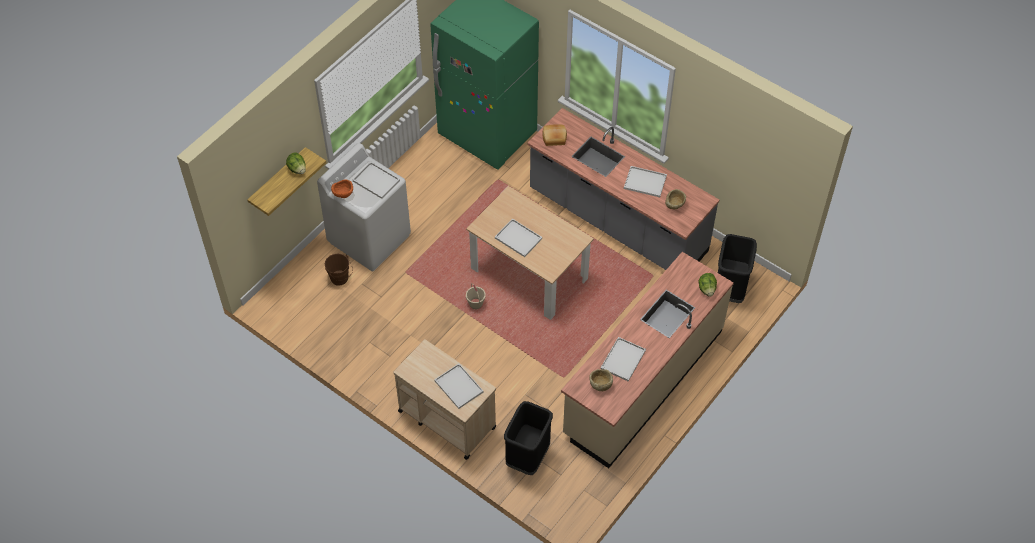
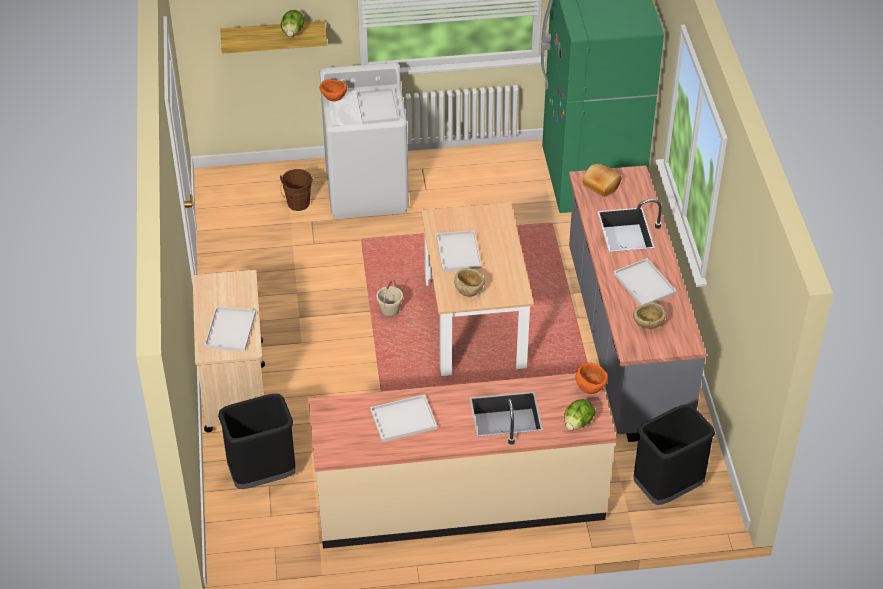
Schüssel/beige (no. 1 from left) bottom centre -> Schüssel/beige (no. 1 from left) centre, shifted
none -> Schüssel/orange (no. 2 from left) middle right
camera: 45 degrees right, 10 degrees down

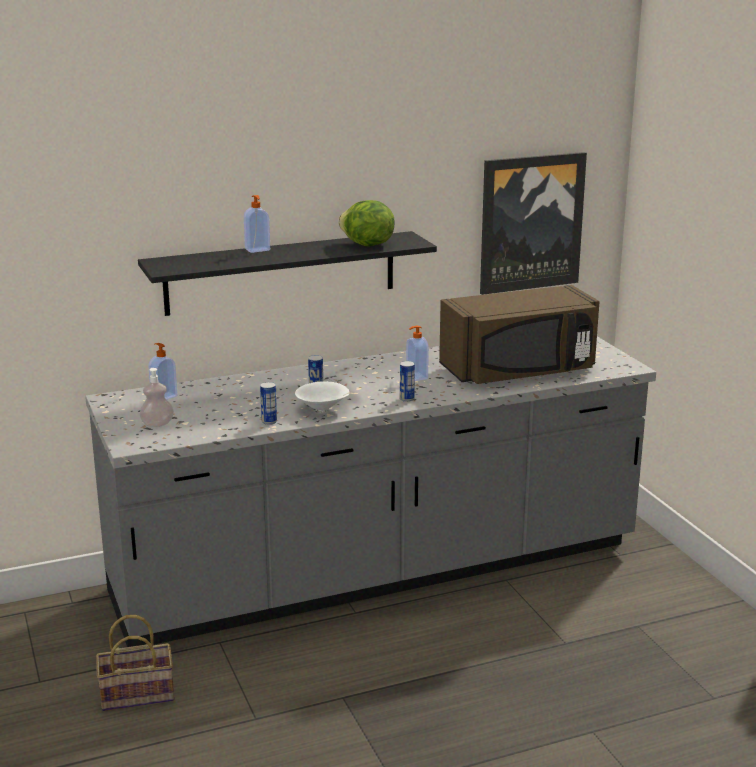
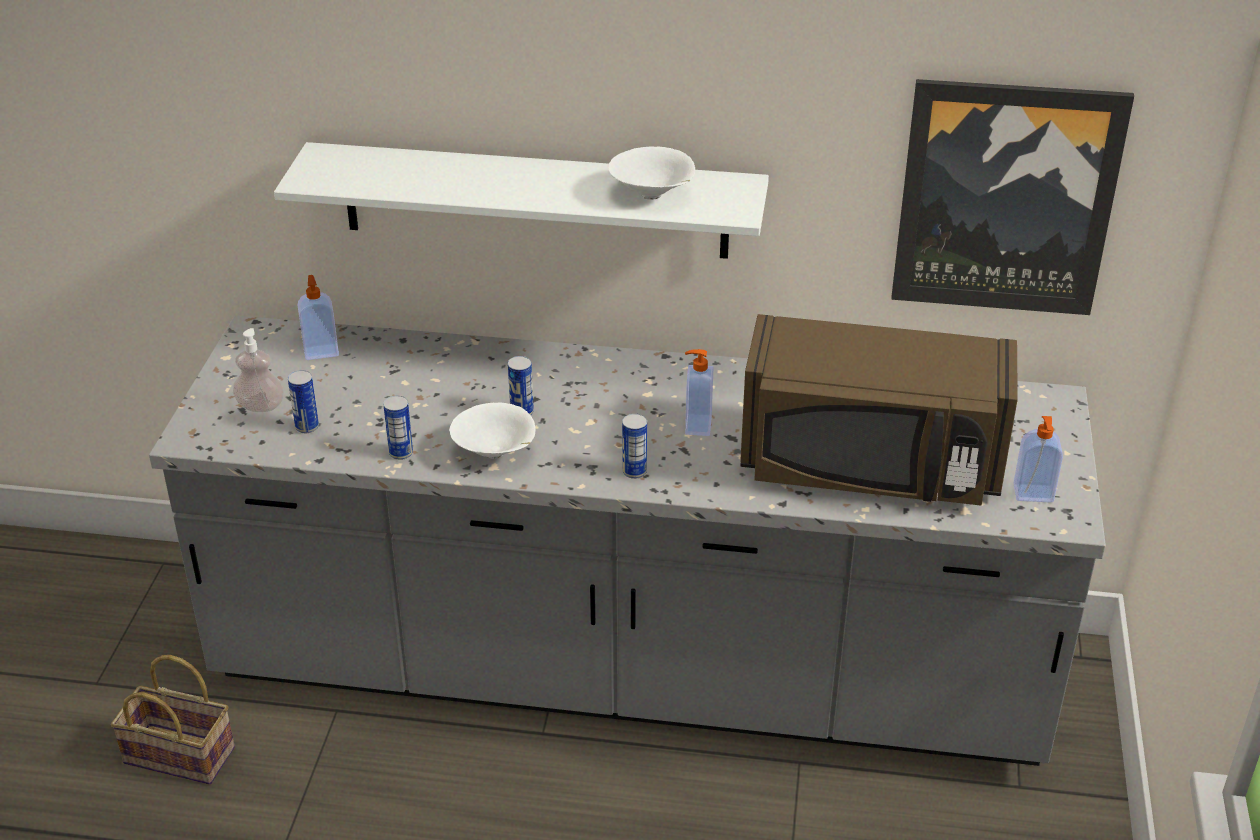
Seifenspender (no. 3 from left in the first image) top centre -> Seifenspender (no. 4 from left) middle right, shifted
Salatkopf top centre -> Schüssel/weiß (no. 2 from left) top centre
Wandregal/schwarz centre -> Wandregal/weiß top centre
none -> Dose (no. 1 from left) middle left
camera: 30 degrees right, 15 degrees up

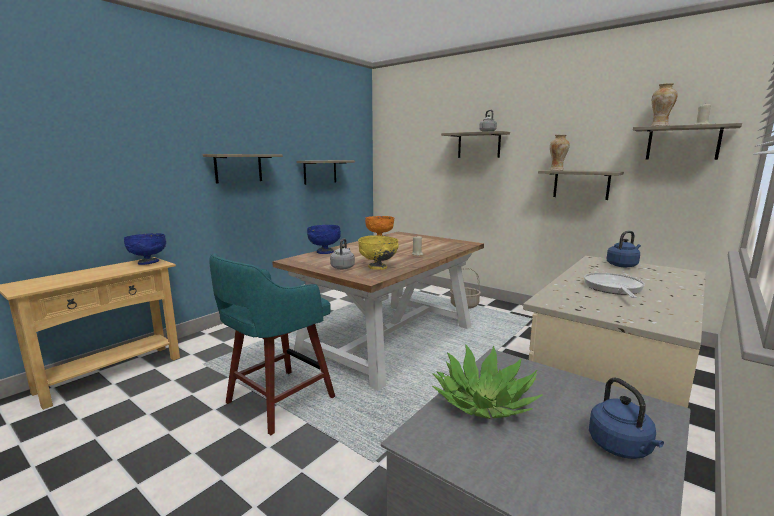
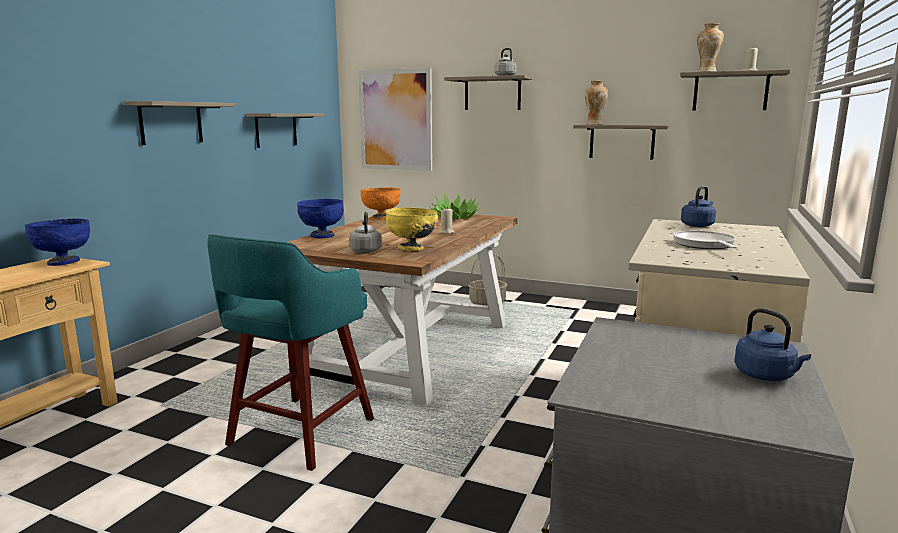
Topfpflanze bottom centre -> Topfpflanze centre, shifted
none -> Bild top centre
camera: 15 degrees left, 0 degrees up

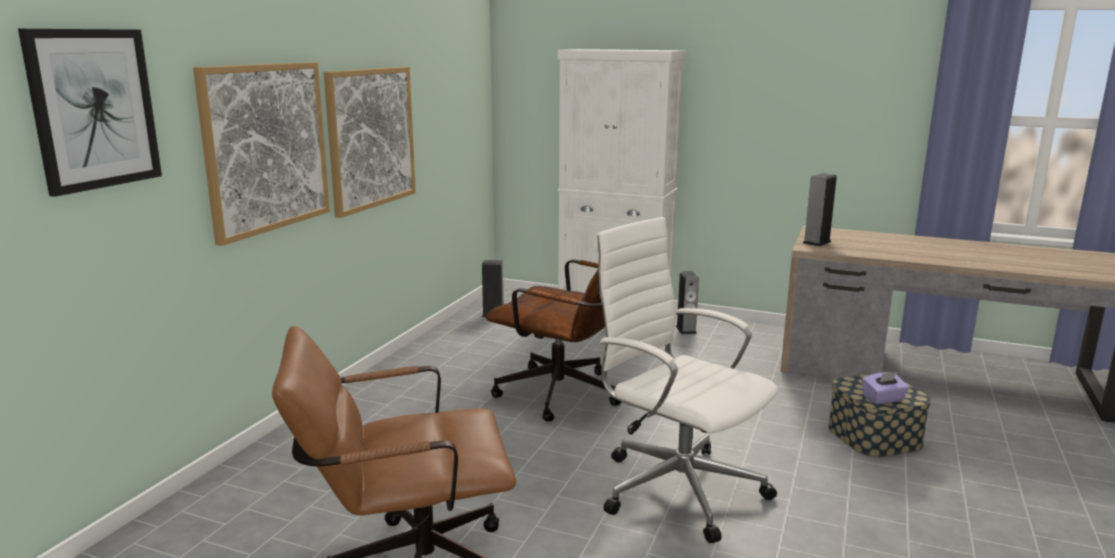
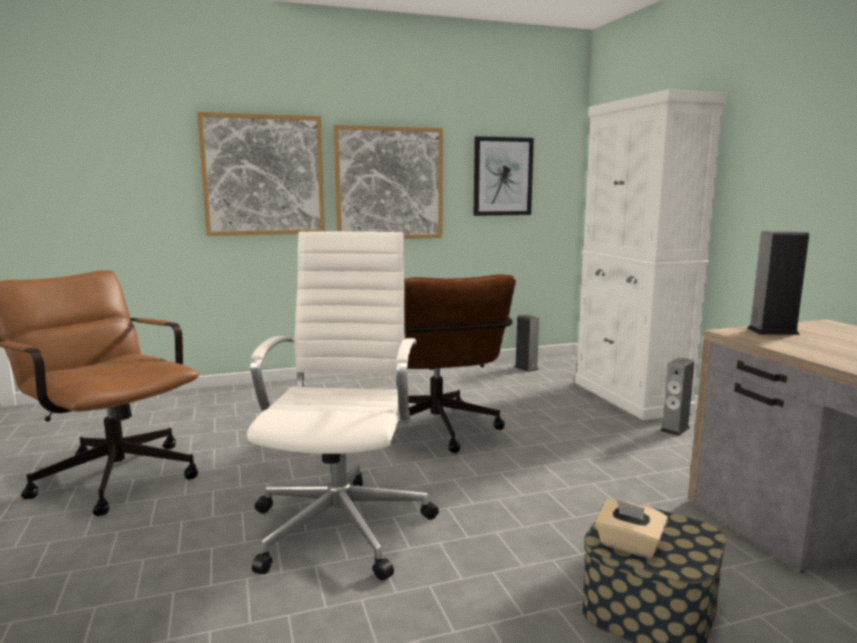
Bild (no. 1 from left in the first image) top left -> Bild (no. 3 from left) top centre, shifted
Taschentuchbox/lila bottom right -> Taschentuchbox/beige bottom right
camera: 50 degrees right, 5 degrees down

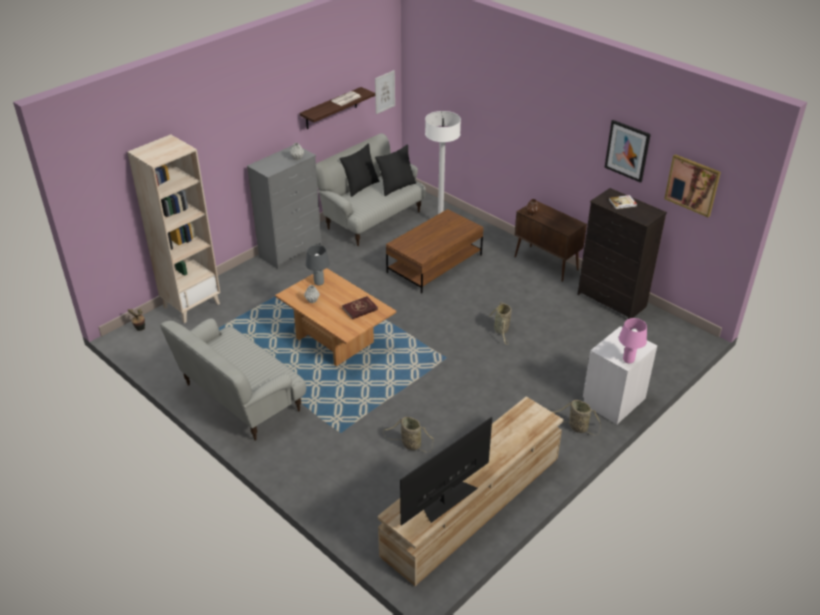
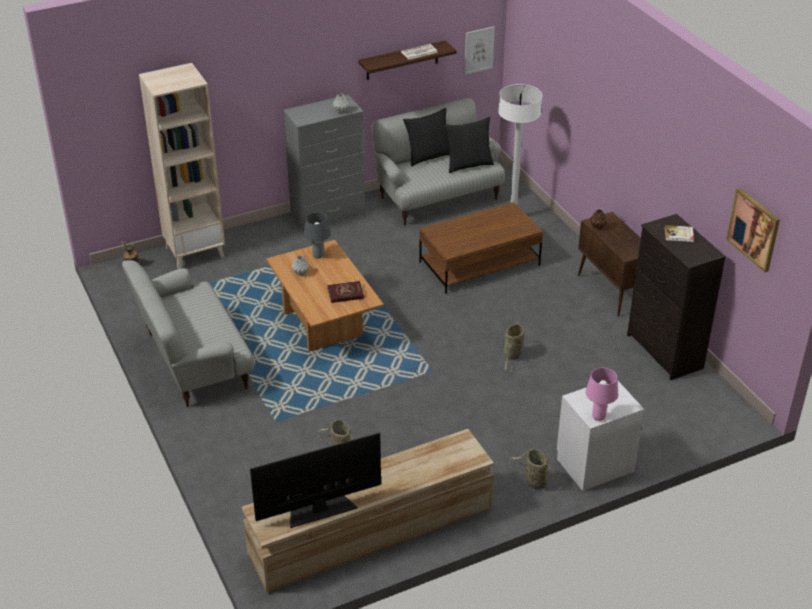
Bild (no. 2 from left) top right -> none
camera: 20 degrees right, 0 degrees up

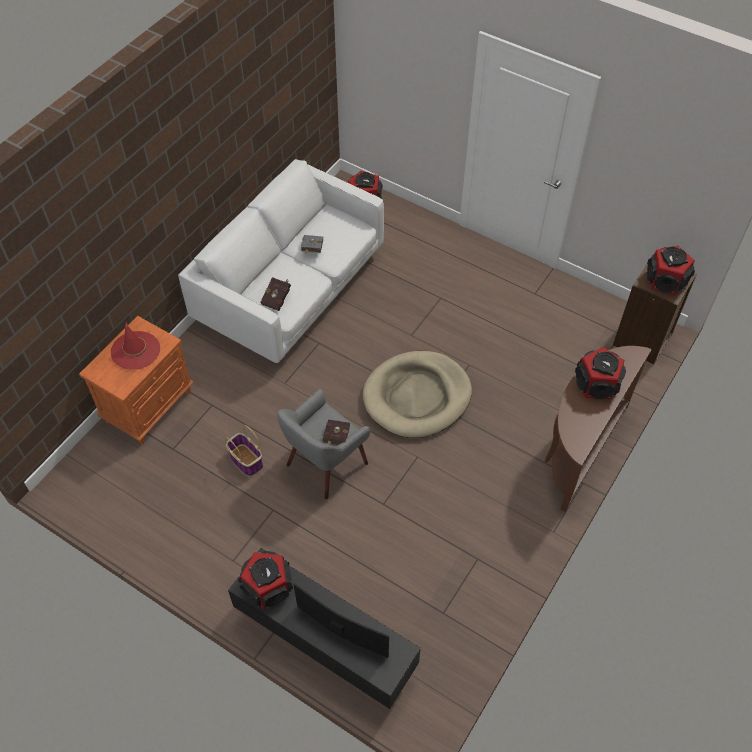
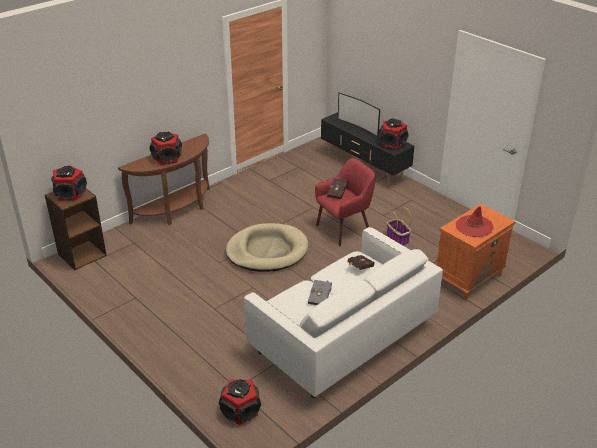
Sessel/grau centre -> Sessel/rot centre
camera: 165 degrees left, 20 degrees down

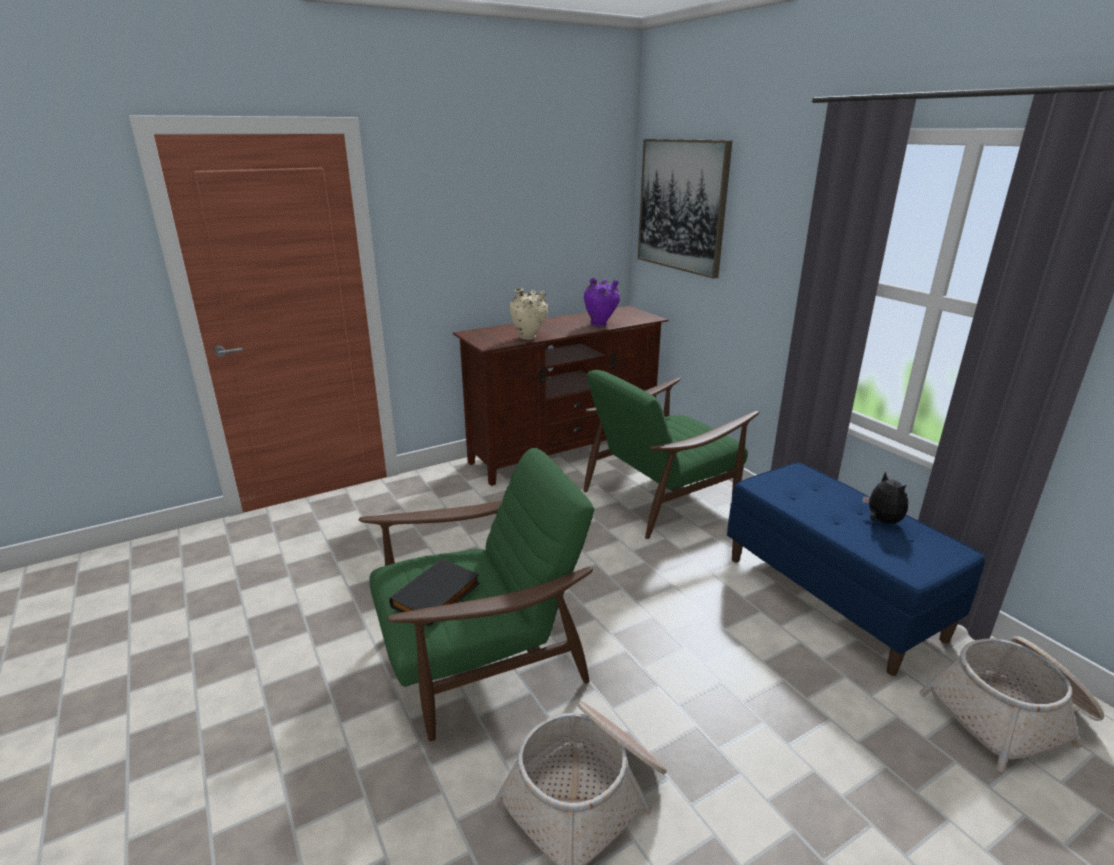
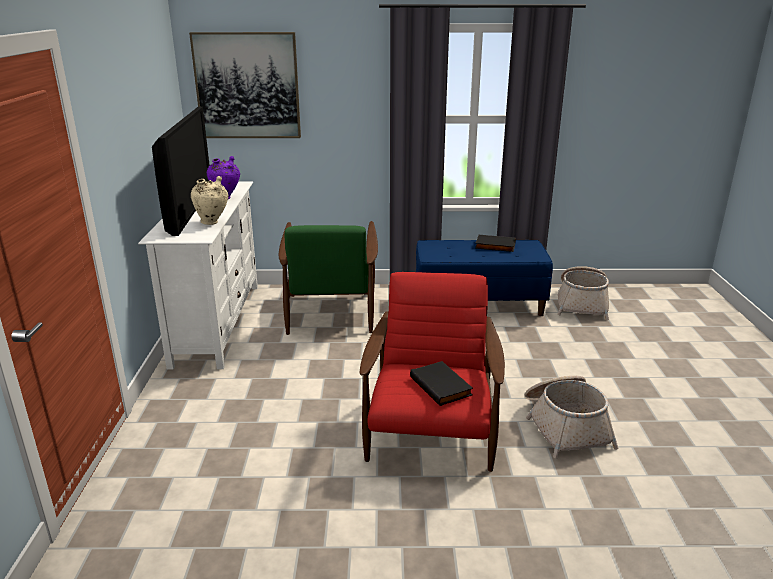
Fernsehschrank/braun centre -> Fernsehschrank/weiß middle left
Sessel/grün (no. 1 from left) bottom centre -> Sessel/rot centre
Plüschtier middle right -> Buch/schwarz (no. 2 from left) centre
none -> Fernseher top left
camera: 60 degrees left, 0 degrees up

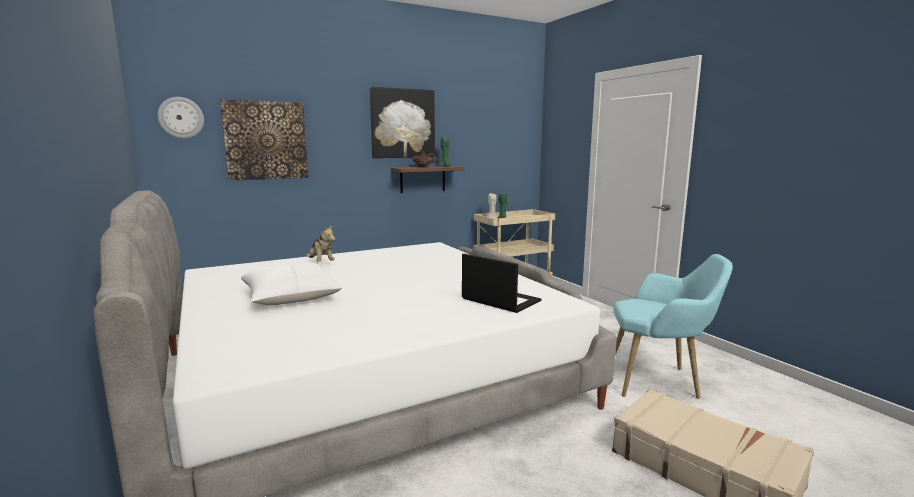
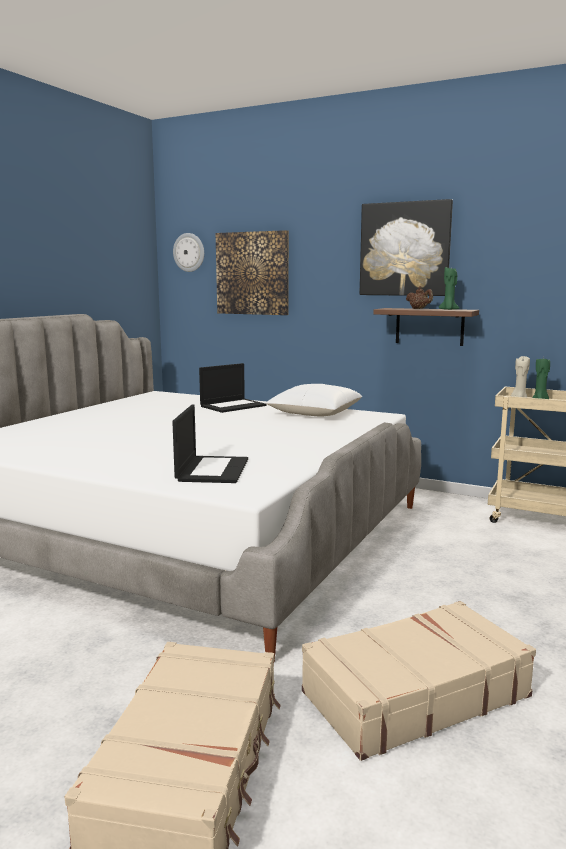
Plüschtier centre -> Laptop (no. 2 from left) centre
Sessel/türkis middle right -> Koffer/beige (no. 2 from left) bottom right
Kissen/weiß middle left -> Kissen/weiß centre, shifted
camera: 55 degrees right, 0 degrees up

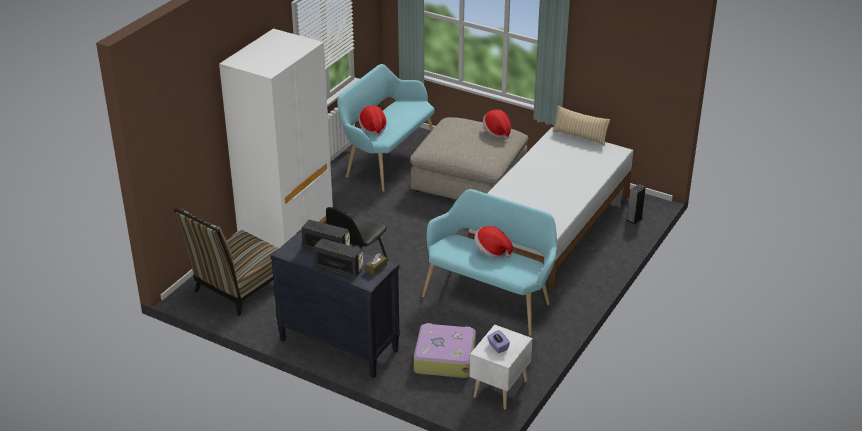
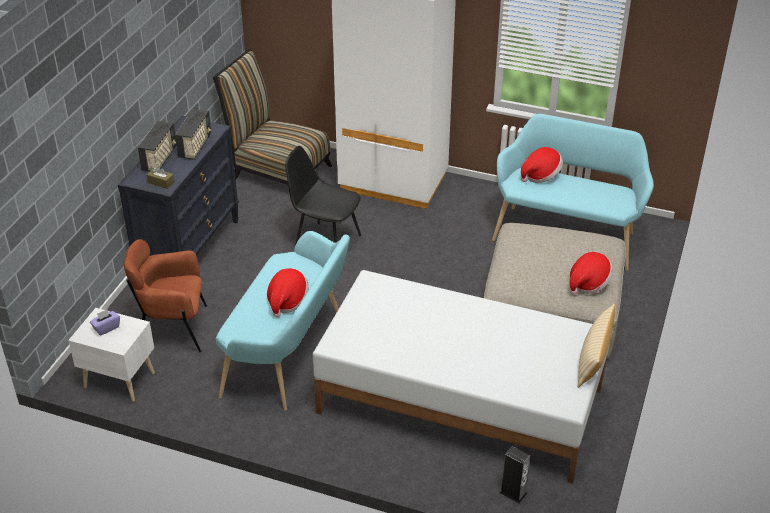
Koffer bottom centre -> Sessel/braun middle left
camera: 80 degrees right, 5 degrees up

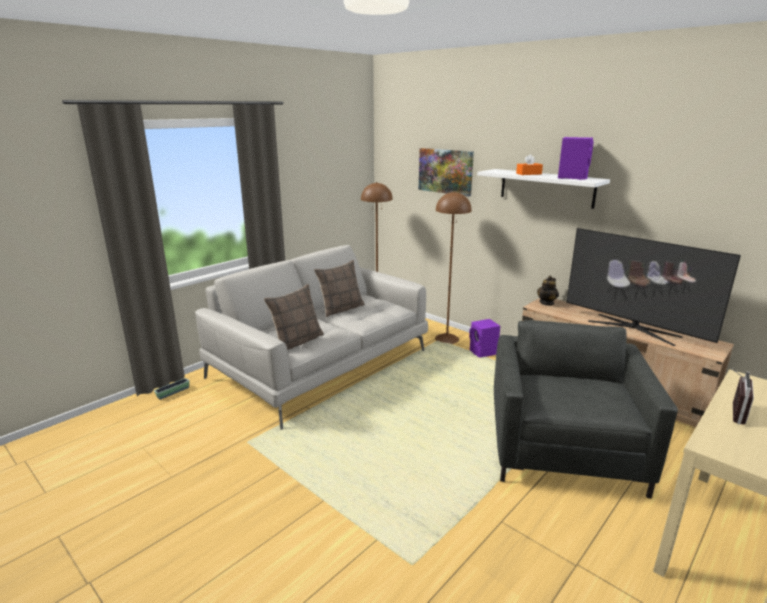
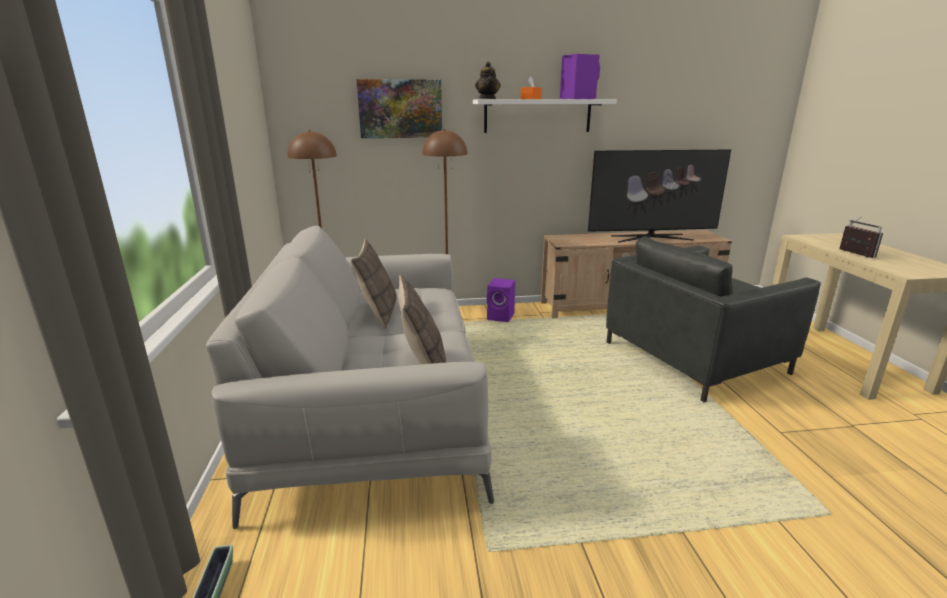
Teekanne middle right -> Teekanne top centre, shifted
Sessel/grau bottom right -> Sessel/grau middle right, 75 degrees counterclockwise
camera: 50 degrees left, 0 degrees up

